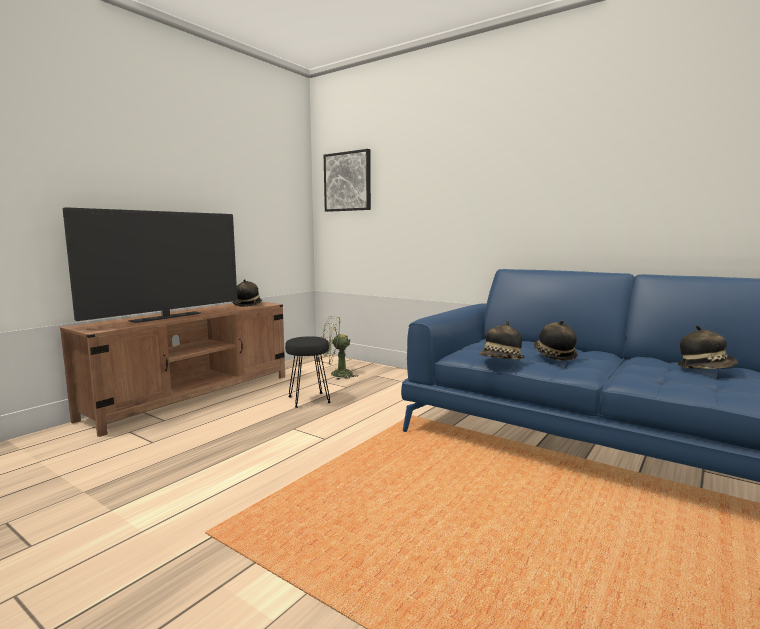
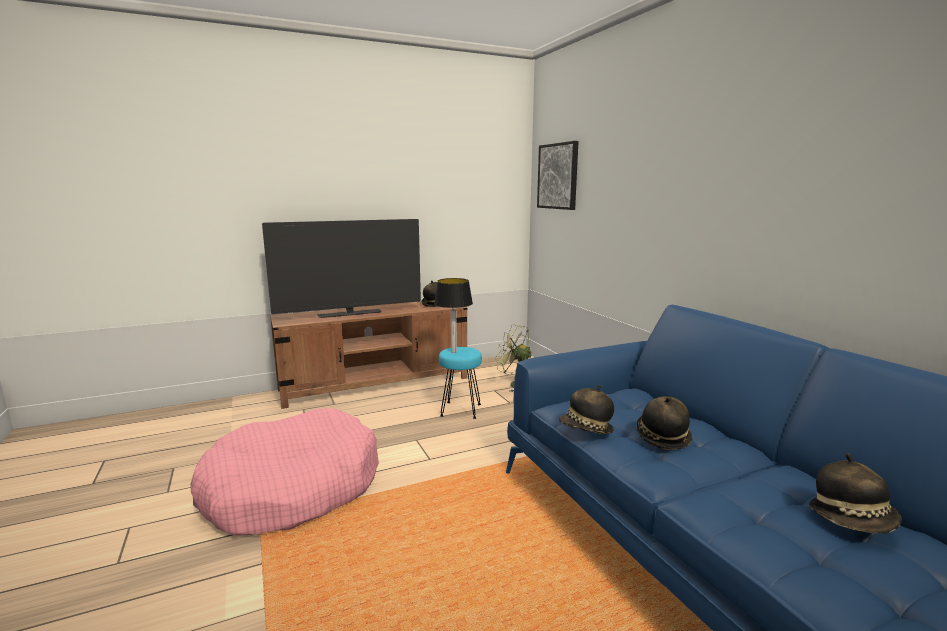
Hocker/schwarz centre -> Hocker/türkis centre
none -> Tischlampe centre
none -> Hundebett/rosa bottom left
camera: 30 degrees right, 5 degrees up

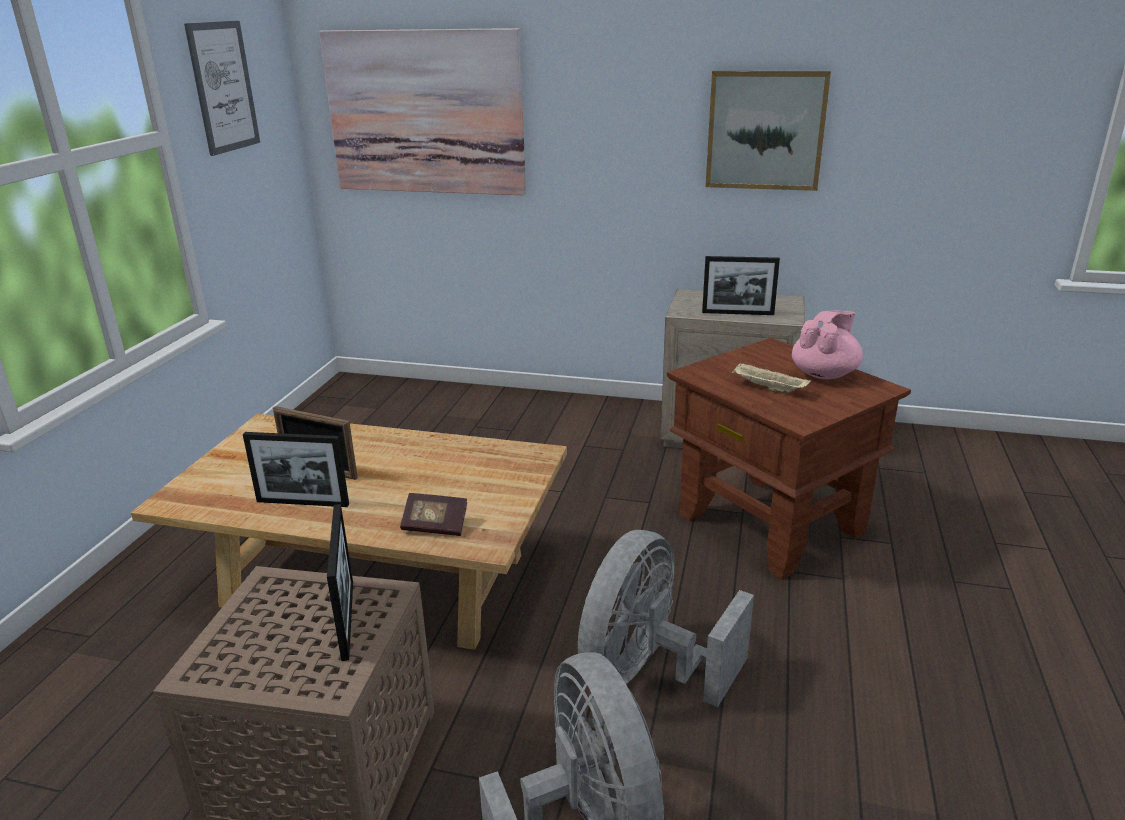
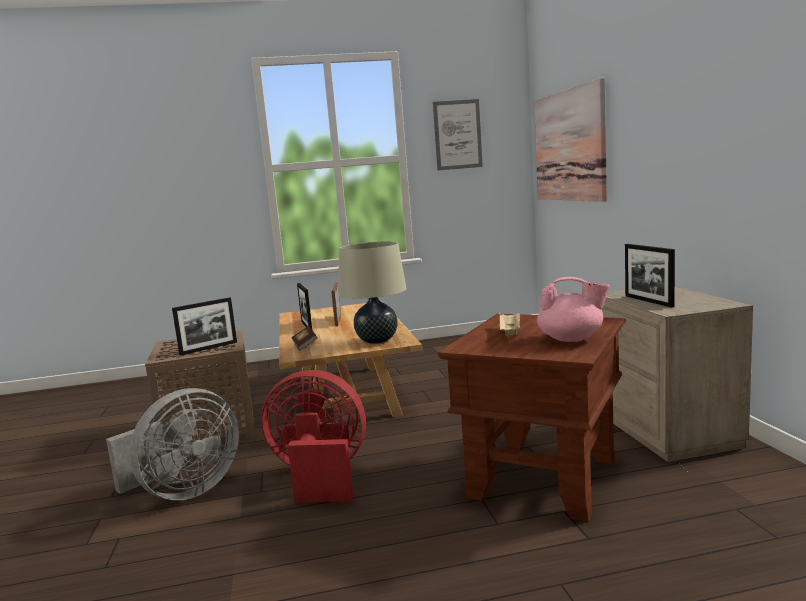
Bild (no. 3 from left) top right -> none
Ventilator/grau (no. 2 from left) bottom centre -> Ventilator/rot bottom centre
none -> Tischlampe/beige centre
camera: 65 degrees right, 15 degrees down

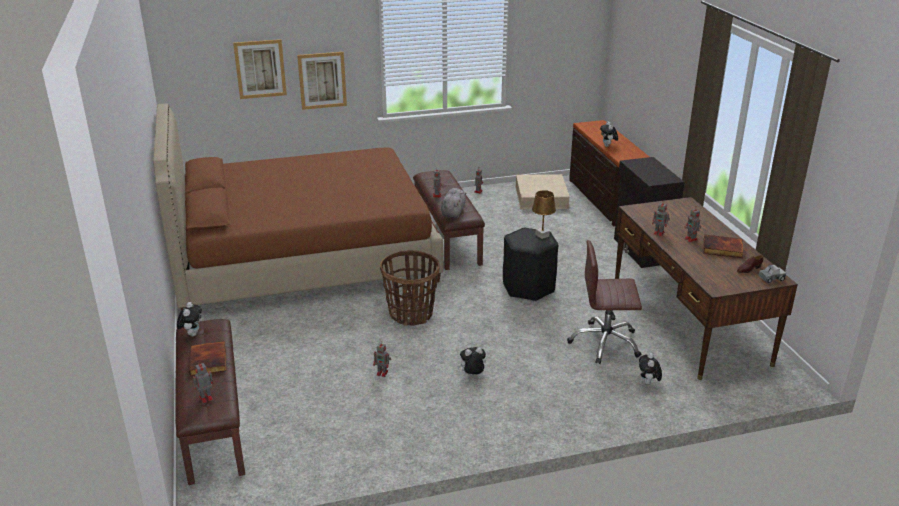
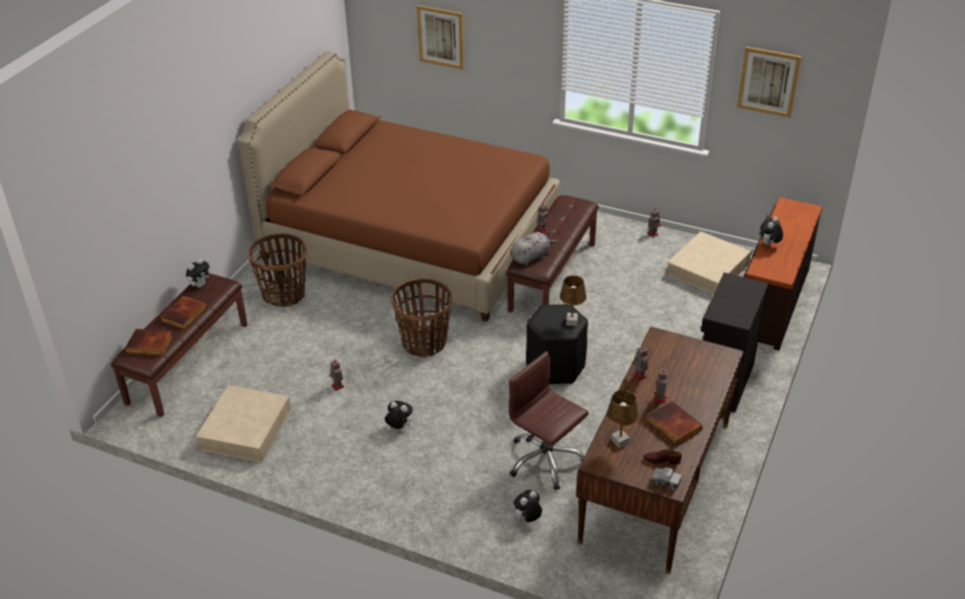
Bild (no. 2 from left) top centre -> Bild (no. 2 from left) top right, shifted
Spielzeugroboter (no. 1 from left) bottom left -> Buch (no. 1 from left) middle left
none -> Korb (no. 1 from left) middle left
none -> Aufbewahrungsbox/beige (no. 1 from left) bottom left
none -> Tischlampe/braun (no. 2 from left) bottom centre
camera: 40 degrees right, 10 degrees up

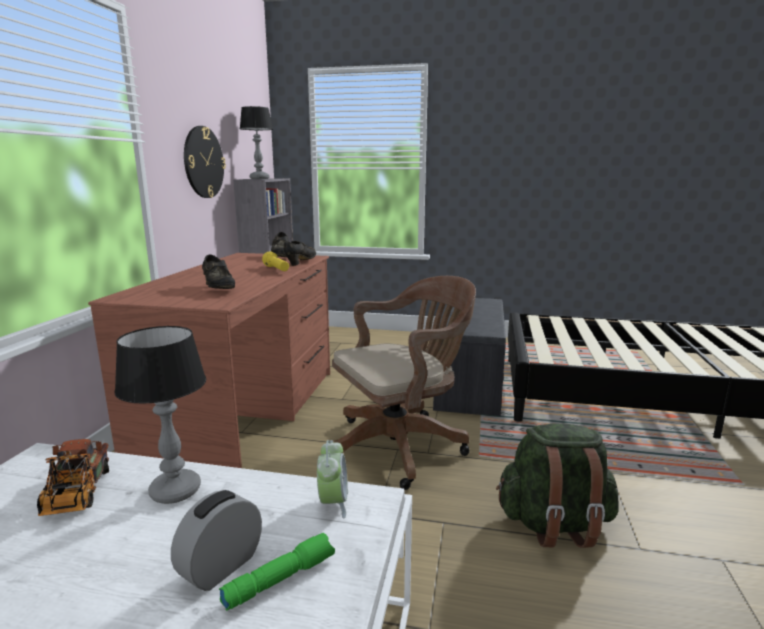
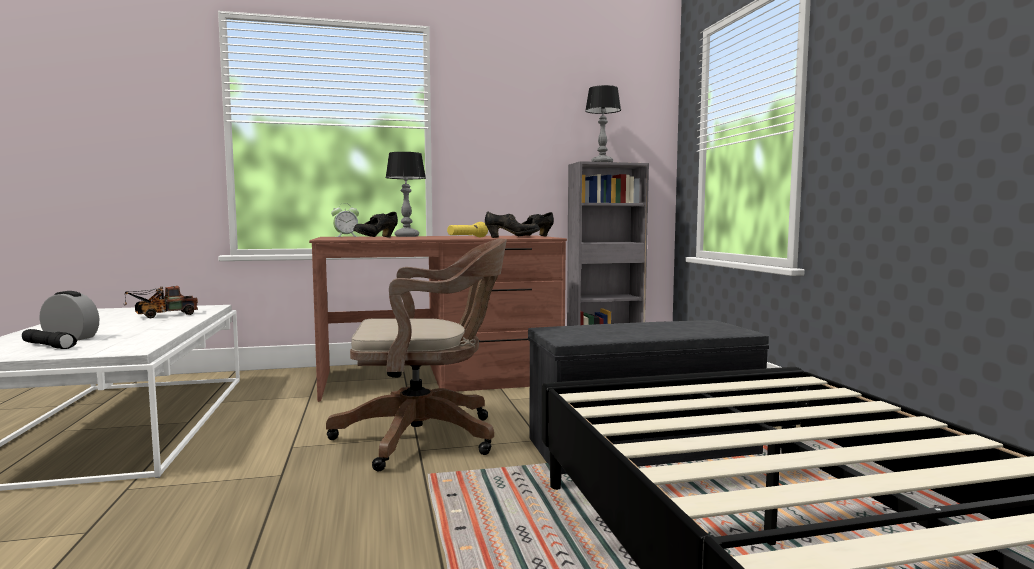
Wanduhr top left -> none
Bürostuhl/braun centre, 45 degrees counterclockwise
Tischlampe (no. 1 from left) middle left -> Tischlampe (no. 1 from left) centre, shifted
Rucksack/grün bottom right -> none
Wecker (no. 2 from left) bottom centre -> Wecker (no. 2 from left) centre, shifted
Taschenlampe/grün bottom centre -> Taschenlampe/schwarz middle left
camera: 65 degrees right, 10 degrees down

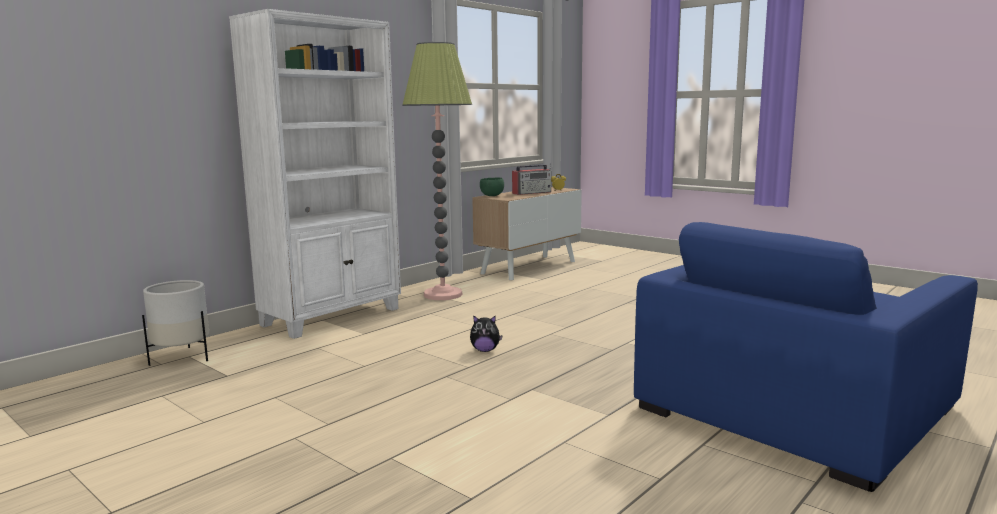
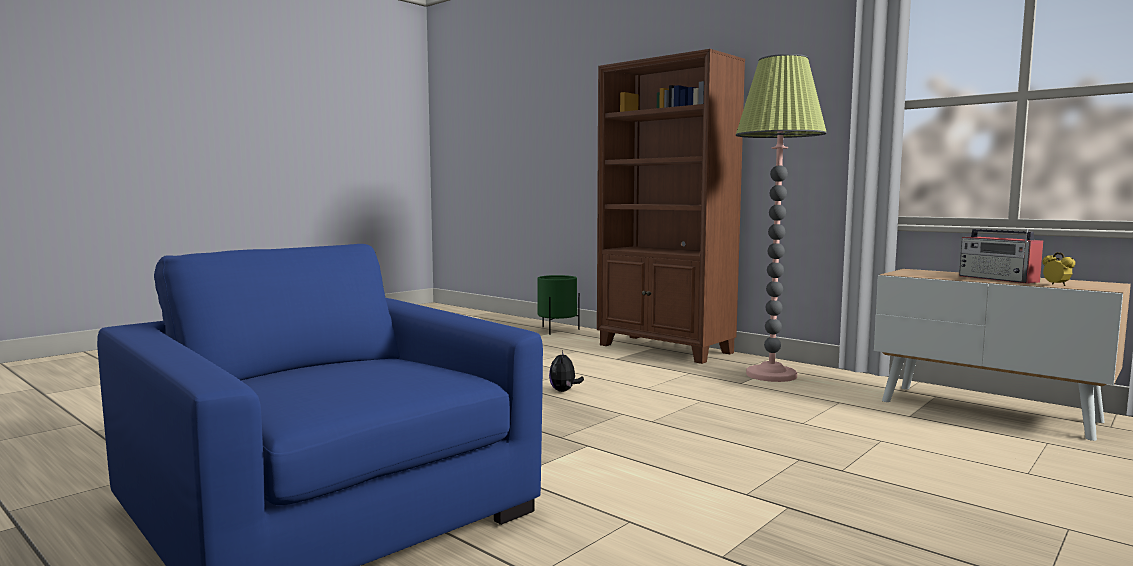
Bücherregal/weiß middle left -> Bücherregal/braun centre
Schüssel/grün centre -> none
Pflanzkübel/weiß middle left -> Pflanzkübel/grün centre
camera: 90 degrees right, 5 degrees down

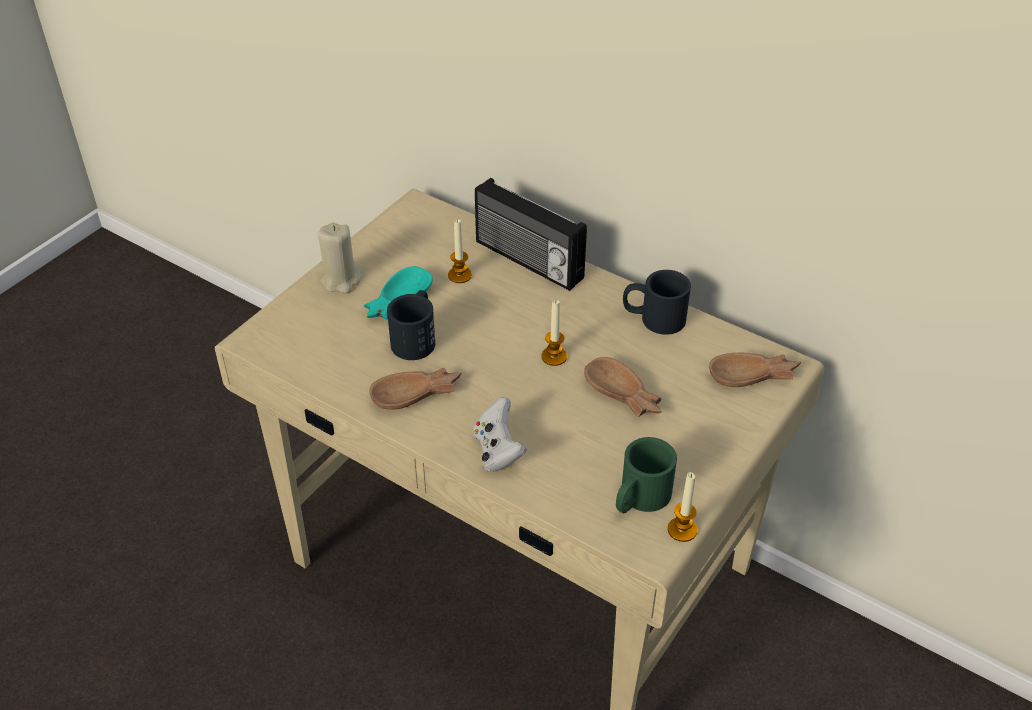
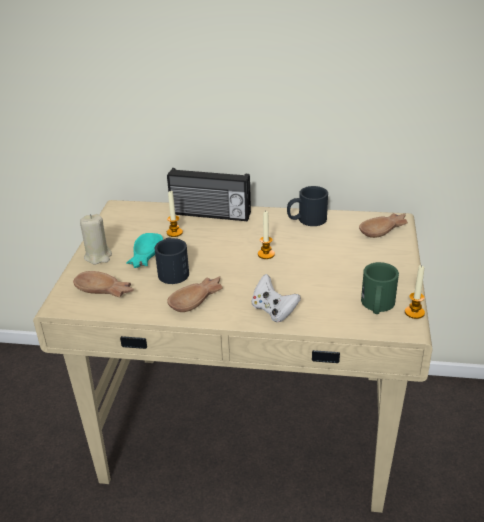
Schüssel/braun (no. 2 from left in the first image) centre -> Schüssel/braun (no. 1 from left) middle left, shifted
camera: 25 degrees left, 10 degrees down

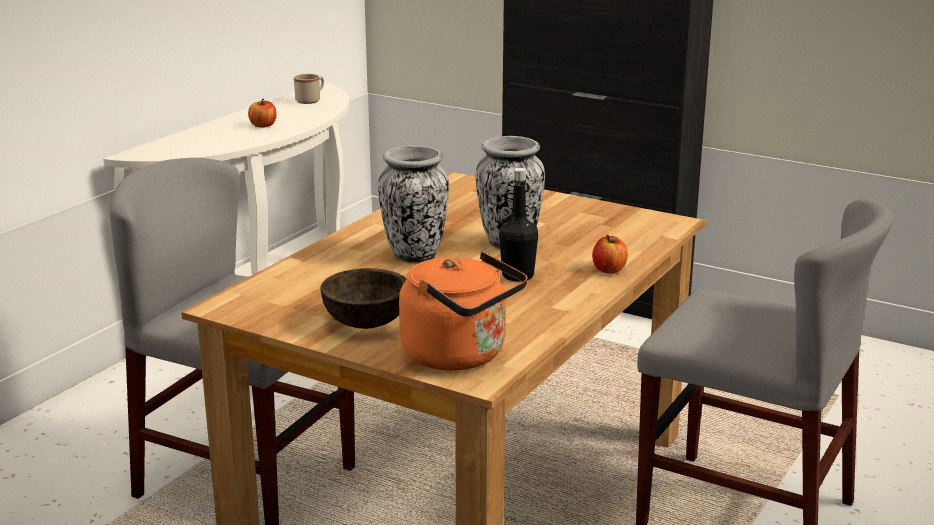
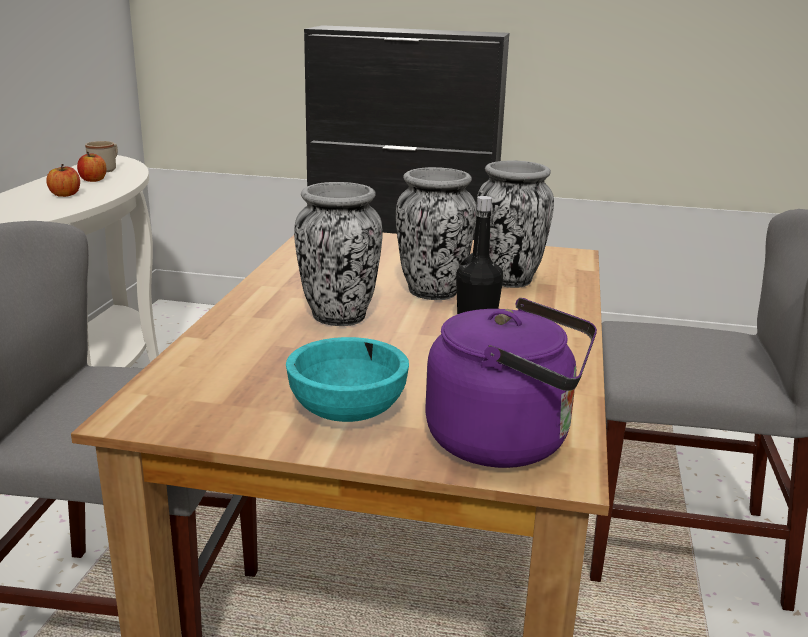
Apfel (no. 2 from left) centre -> Apfel (no. 2 from left) top left, shifted
Wasserkessel/orange centre -> Wasserkessel/lila centre
Schüssel/braun centre -> Schüssel/türkis centre
none -> Vase (no. 3 from left) centre
camera: 20 degrees left, 0 degrees up

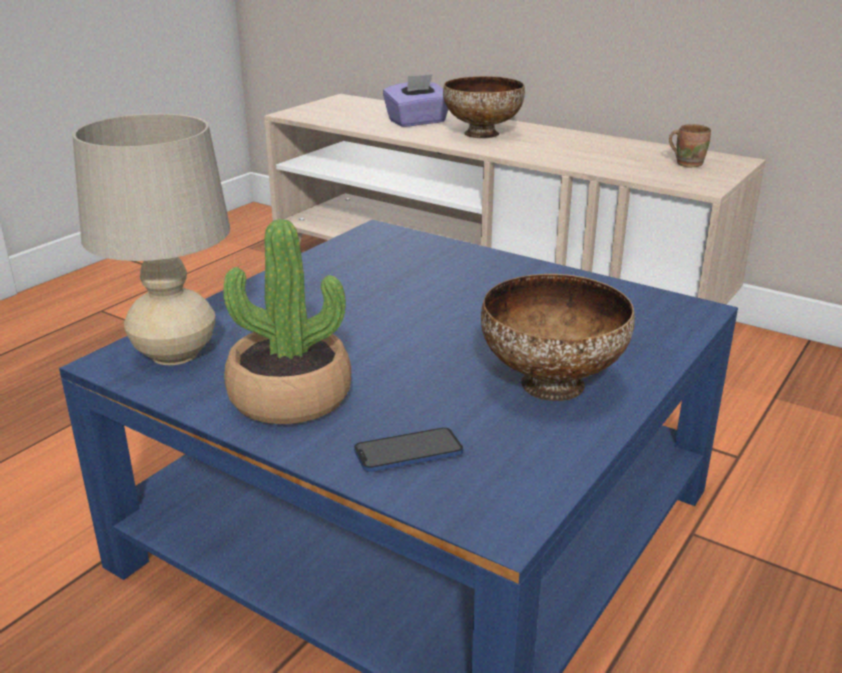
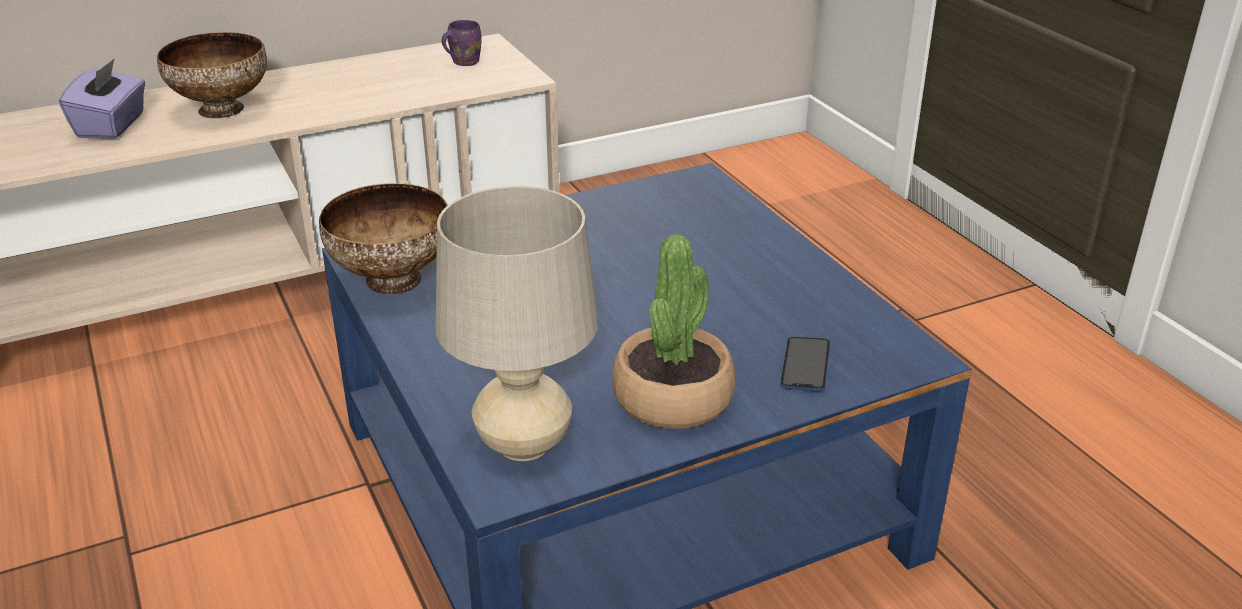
Henkelbecher/braun top right -> Henkelbecher/lila top centre
Schüssel (no. 2 from left) centre -> Schüssel (no. 2 from left) middle left, shifted
camera: 60 degrees left, 5 degrees up

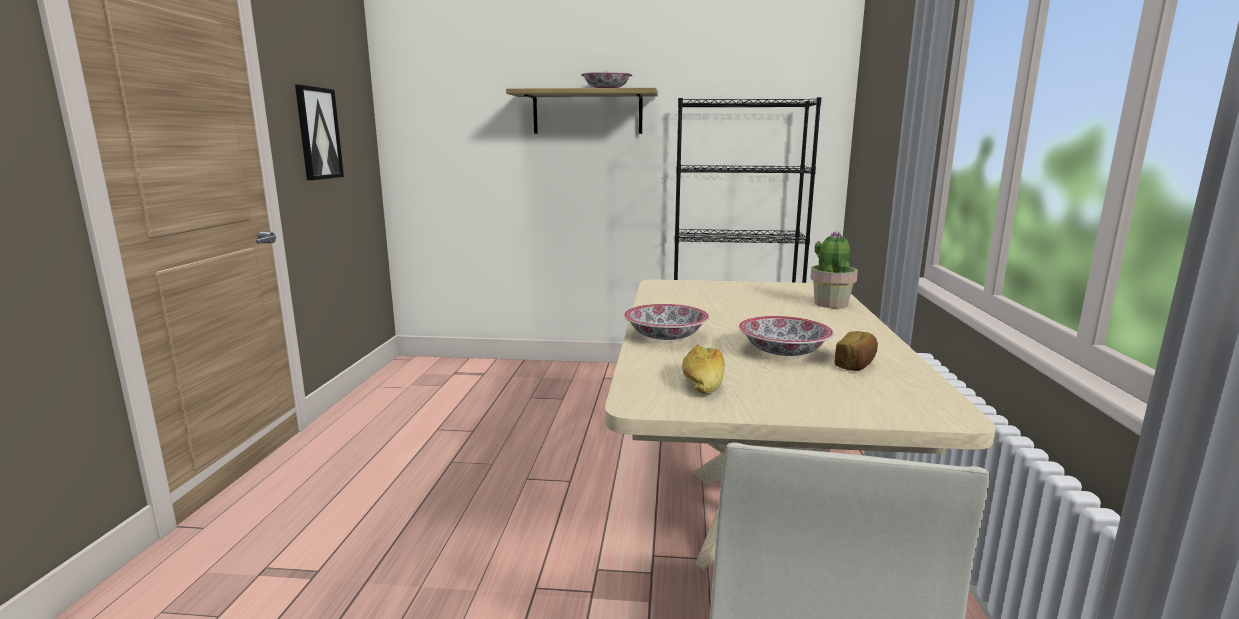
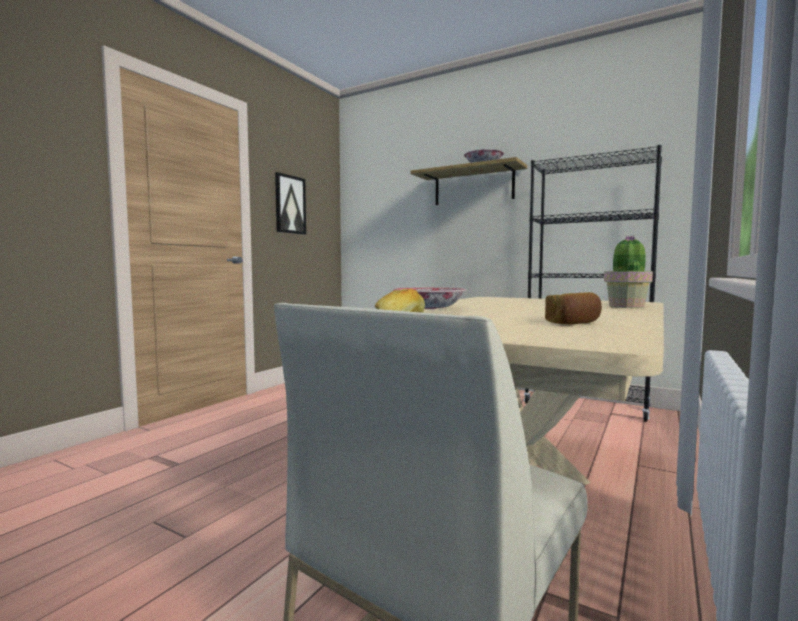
Schüssel (no. 3 from left) centre -> none
camera: 25 degrees right, 10 degrees down

